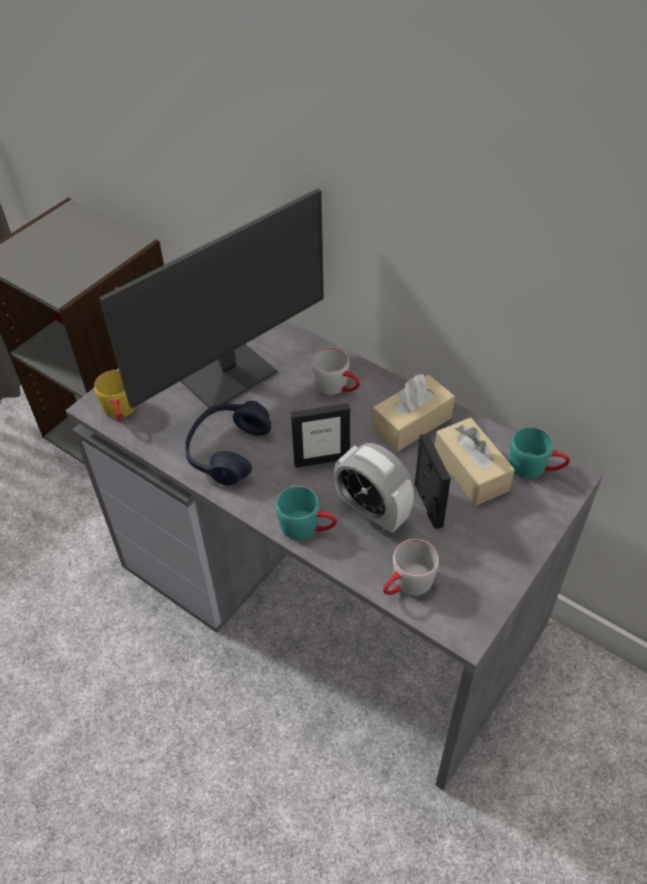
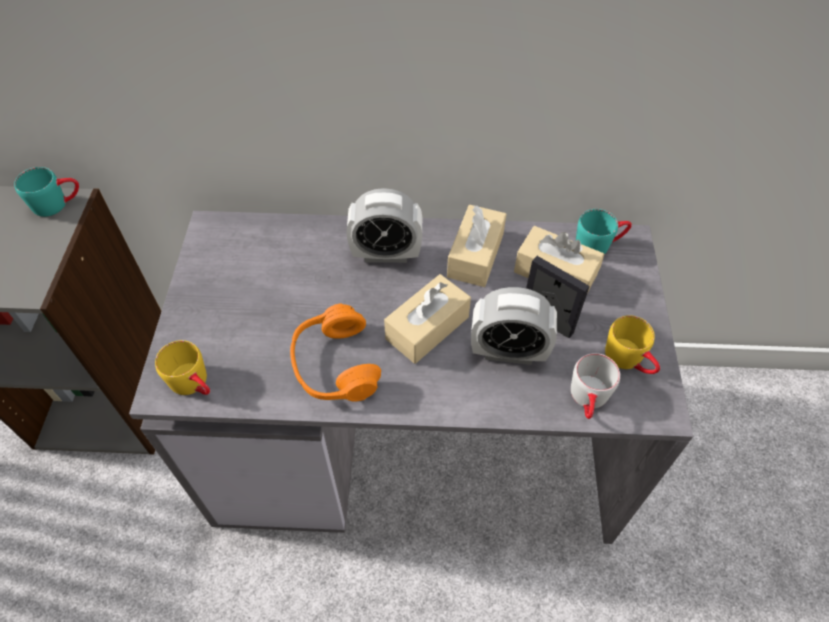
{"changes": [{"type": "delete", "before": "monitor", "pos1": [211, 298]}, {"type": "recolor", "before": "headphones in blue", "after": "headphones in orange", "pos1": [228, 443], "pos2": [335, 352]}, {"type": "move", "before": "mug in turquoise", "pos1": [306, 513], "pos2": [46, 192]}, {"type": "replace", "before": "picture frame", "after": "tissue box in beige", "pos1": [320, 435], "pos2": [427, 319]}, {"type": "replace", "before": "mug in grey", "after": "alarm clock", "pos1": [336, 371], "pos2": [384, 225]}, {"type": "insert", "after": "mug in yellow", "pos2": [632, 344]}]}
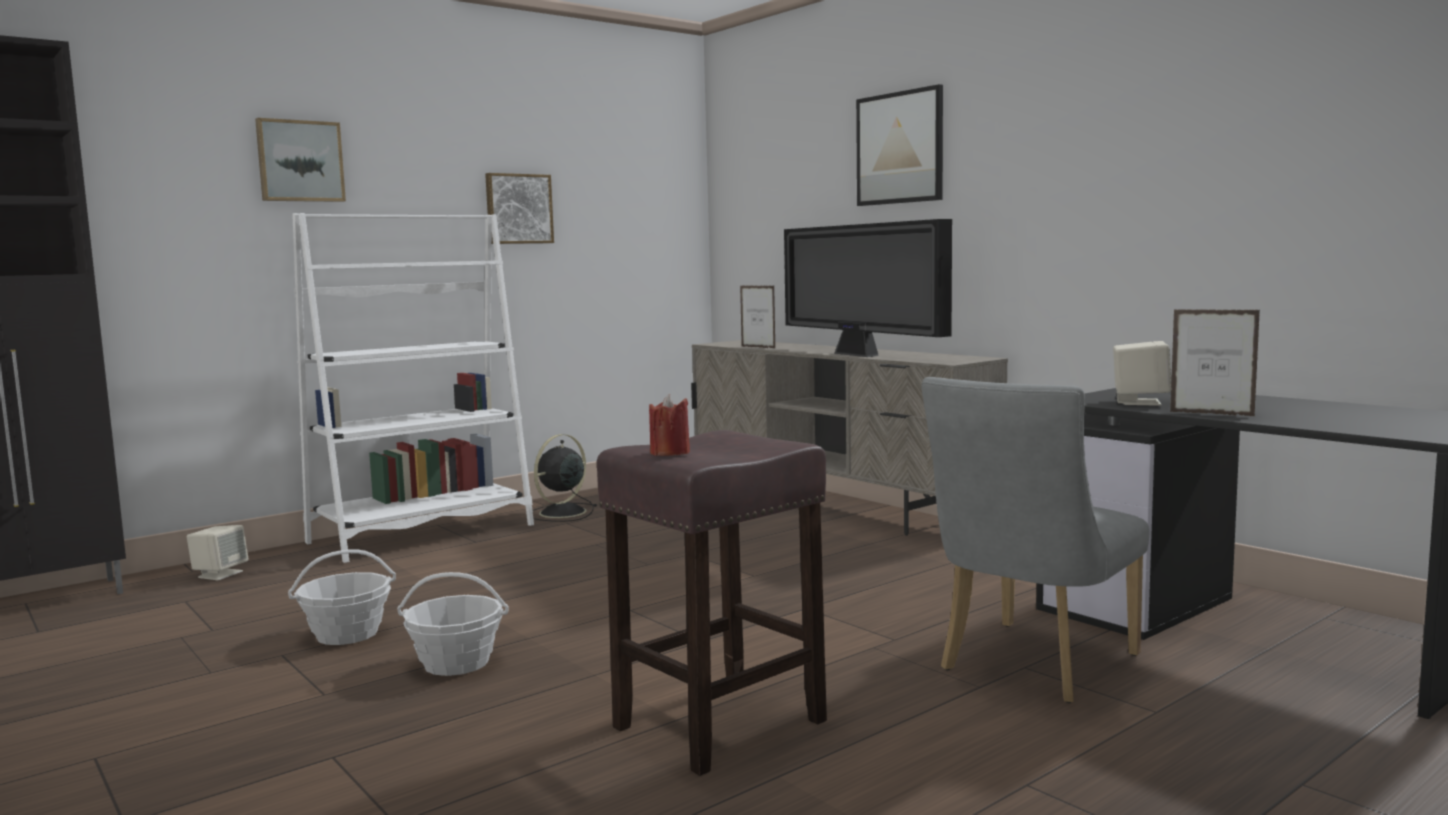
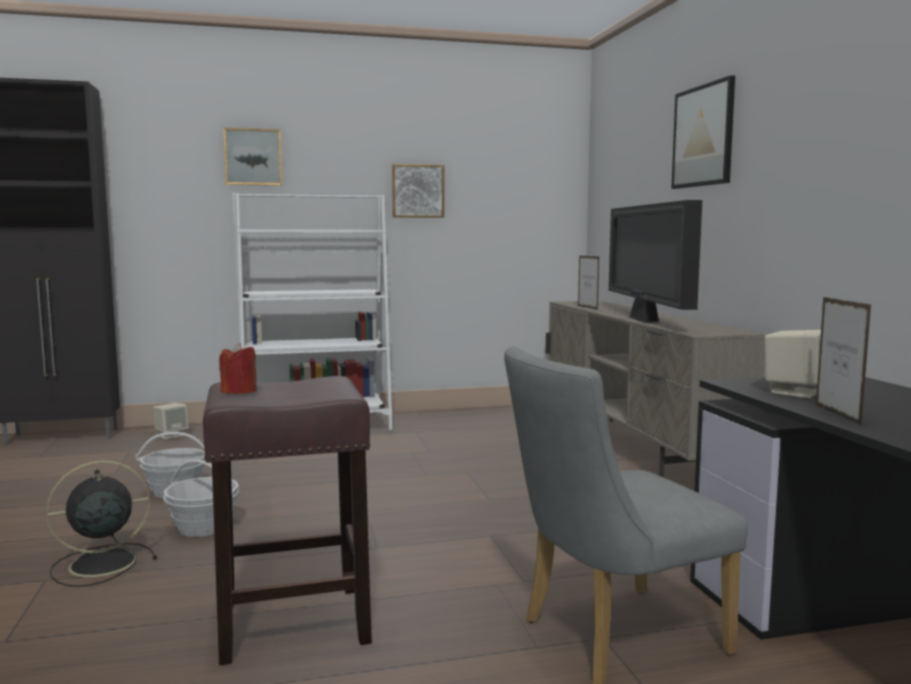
{"changes": [{"type": "move", "before": "fan in black", "pos1": [562, 478], "pos2": [101, 524]}, {"type": "rotate", "before": "picture frame", "pos1": [1215, 362], "pos2": [843, 361], "turn": -150}]}
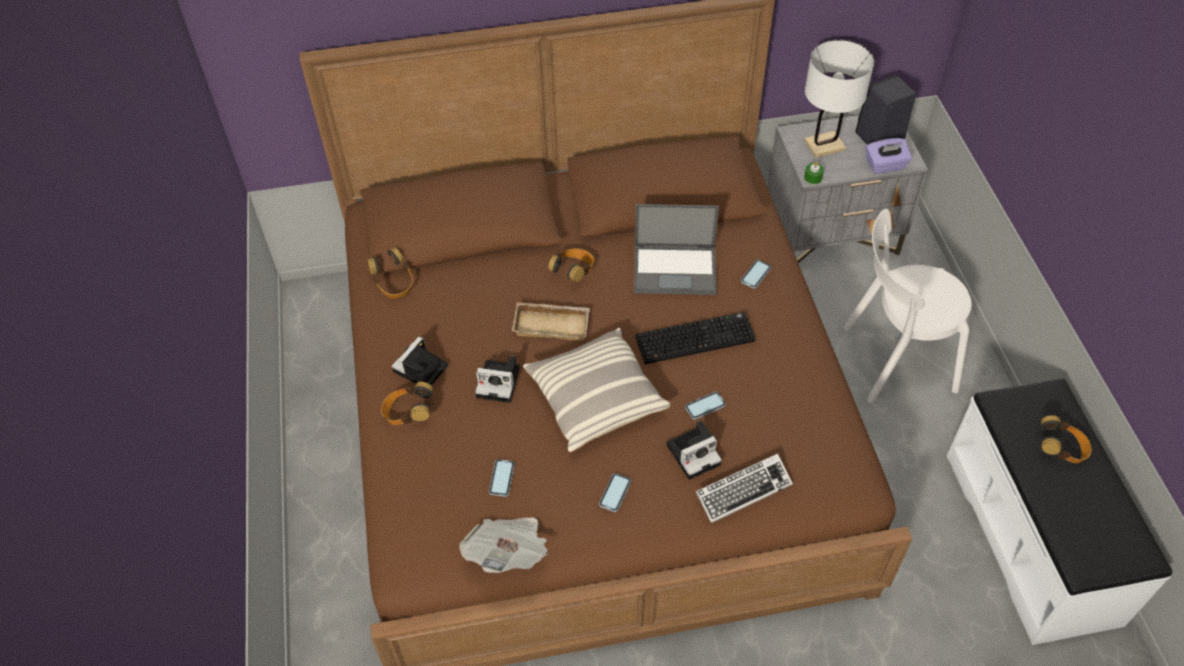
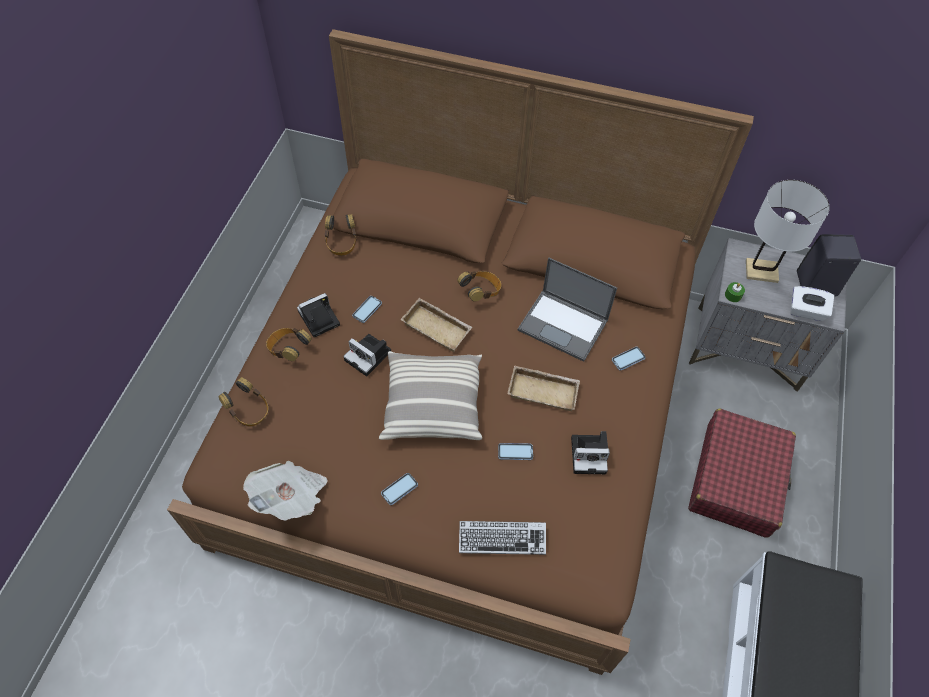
{"changes": [{"type": "move", "before": "phone", "pos1": [502, 477], "pos2": [367, 309]}, {"type": "replace", "before": "keyboard", "after": "tray in beige", "pos1": [696, 338], "pos2": [544, 388]}, {"type": "move", "before": "photo camera", "pos1": [694, 450], "pos2": [590, 452]}, {"type": "replace", "before": "chair in white", "after": "suitcase in red", "pos1": [907, 306], "pos2": [742, 473]}, {"type": "recolor", "before": "tissue box in purple", "after": "tissue box in white", "pos1": [889, 156], "pos2": [812, 303]}, {"type": "move", "before": "headphones", "pos1": [1066, 439], "pos2": [243, 401]}]}
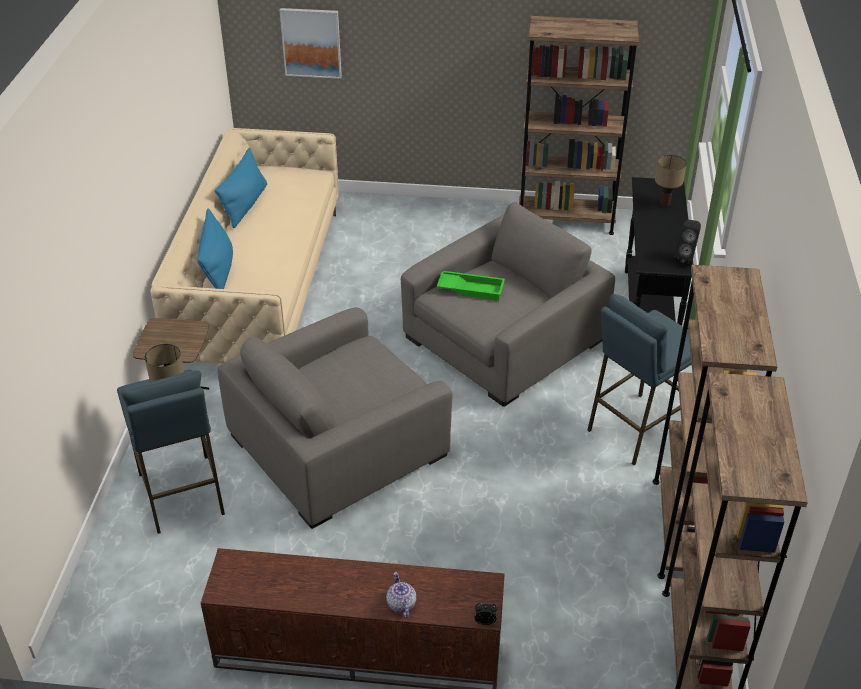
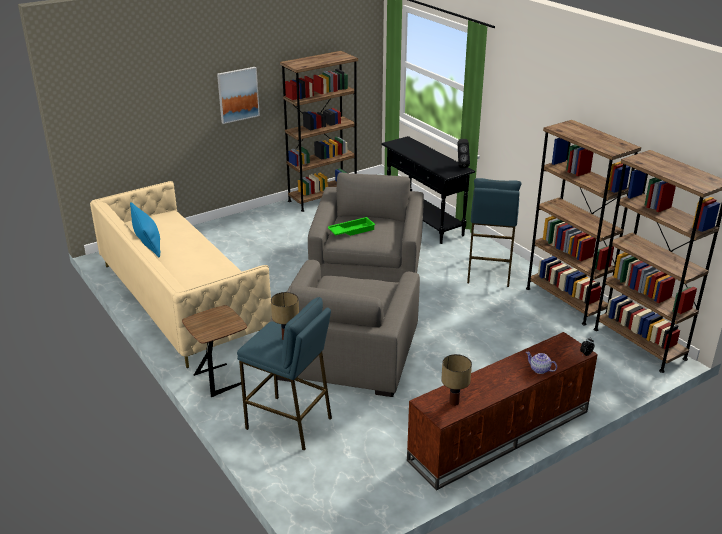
{"changes": [{"type": "delete", "before": "pillow in blue", "pos1": [215, 248]}, {"type": "move", "before": "picture", "pos1": [310, 43], "pos2": [238, 95]}, {"type": "move", "before": "table lamp", "pos1": [671, 181], "pos2": [456, 380]}]}
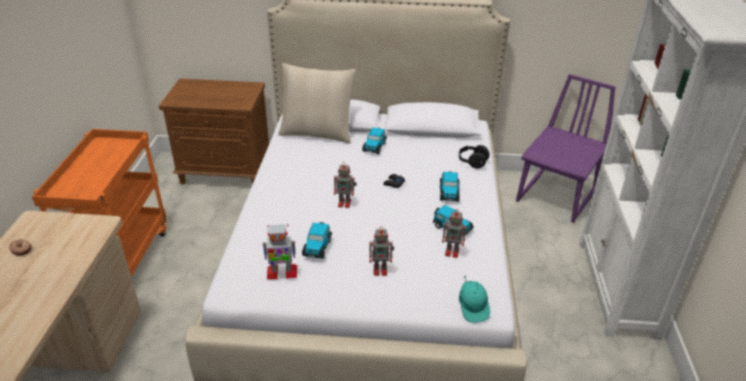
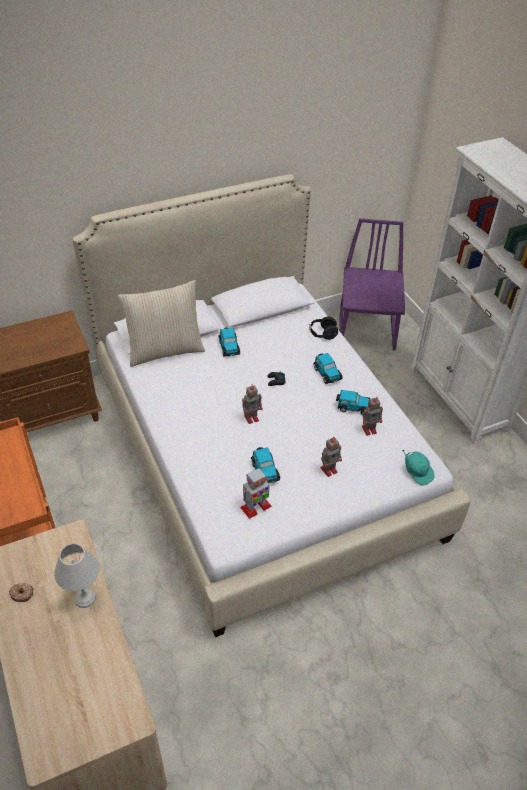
{"changes": [{"type": "insert", "after": "table lamp in white", "pos2": [77, 576]}]}
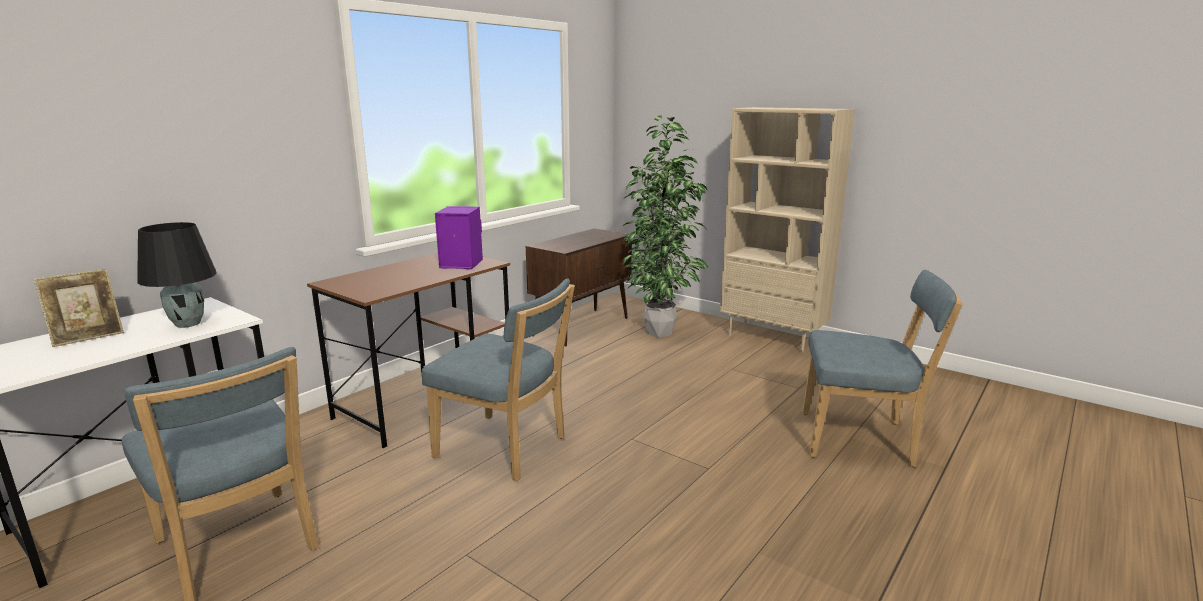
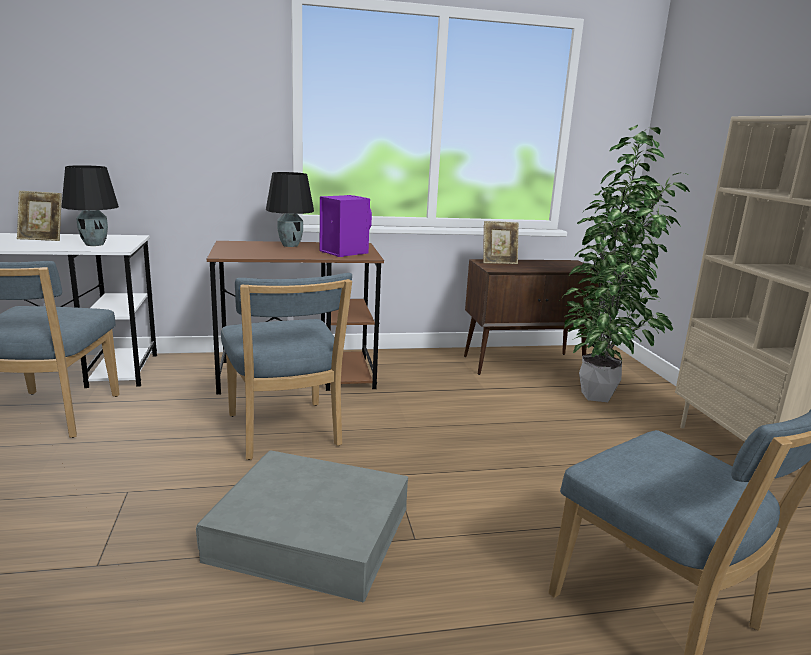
{"changes": [{"type": "insert", "after": "storage box in grey", "pos2": [302, 526]}, {"type": "insert", "after": "table lamp in black", "pos2": [290, 209]}, {"type": "insert", "after": "picture frame", "pos2": [501, 242]}]}
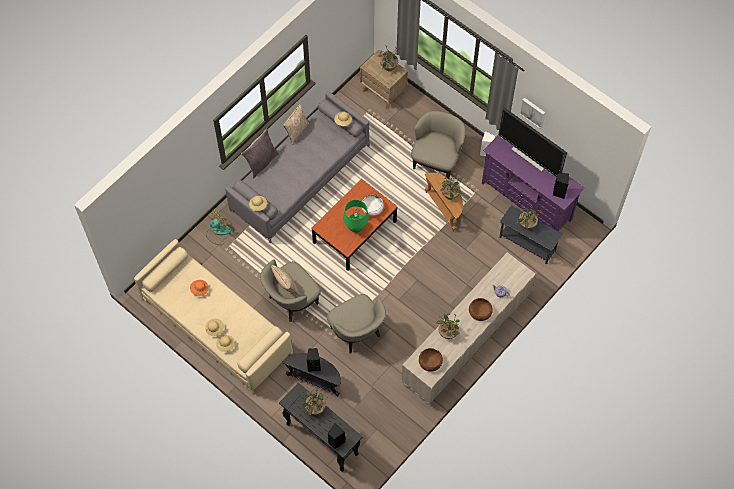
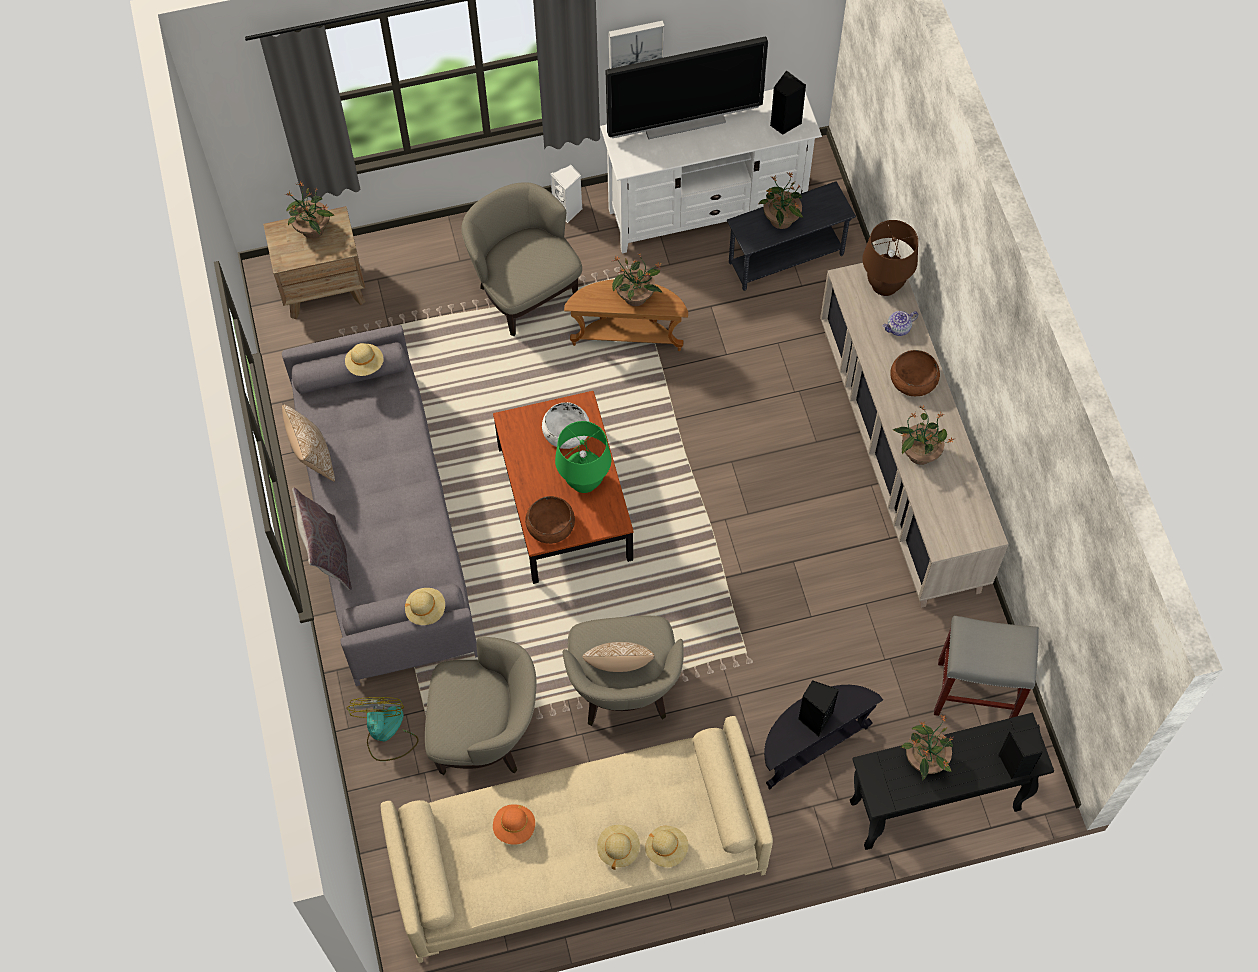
{"changes": [{"type": "move", "before": "armchair in beige", "pos1": [356, 323], "pos2": [480, 706]}, {"type": "move", "before": "bowl in brown", "pos1": [431, 360], "pos2": [550, 520]}, {"type": "recolor", "before": "tv stand in purple", "after": "tv stand in white", "pos1": [533, 183], "pos2": [711, 171]}, {"type": "insert", "after": "table lamp in brown", "pos2": [890, 258]}, {"type": "insert", "after": "stool in grey", "pos2": [986, 666]}]}
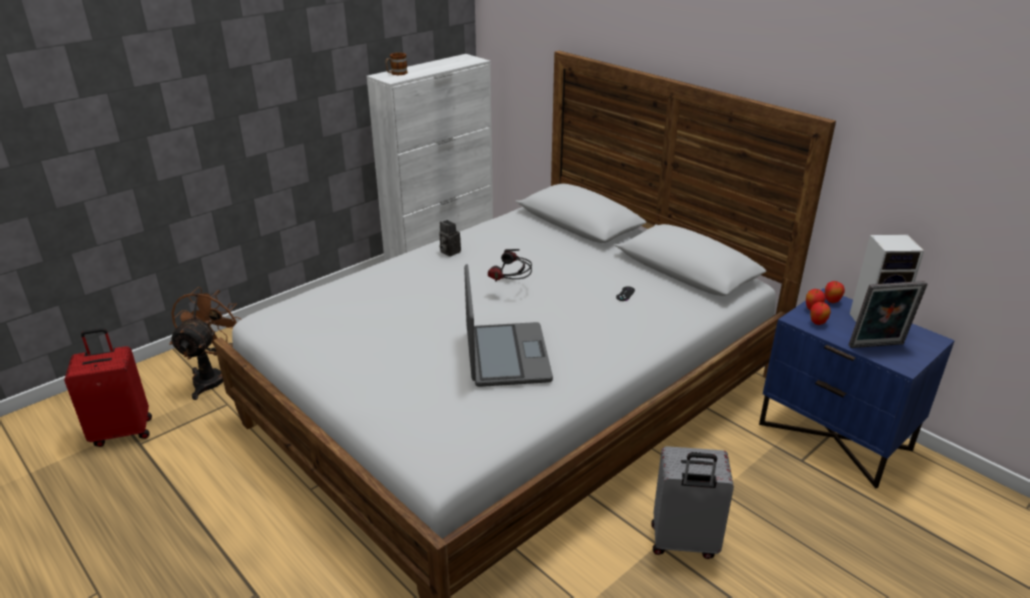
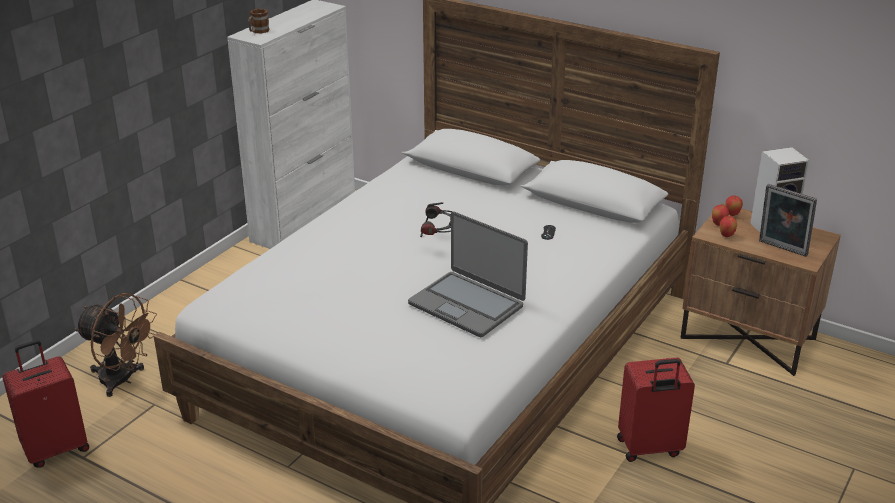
{"changes": [{"type": "rotate", "before": "fan in brown", "pos1": [205, 343], "pos2": [116, 345], "turn": 120}, {"type": "delete", "before": "photo camera", "pos1": [450, 238]}, {"type": "rotate", "before": "laptop", "pos1": [508, 325], "pos2": [468, 274], "turn": 150}, {"type": "recolor", "before": "suitcase in grey", "after": "suitcase in red", "pos1": [692, 502], "pos2": [656, 410]}, {"type": "recolor", "before": "nightstand in blue", "after": "nightstand in brown", "pos1": [857, 388], "pos2": [761, 289]}, {"type": "rotate", "before": "picture frame", "pos1": [888, 314], "pos2": [788, 220], "turn": 60}]}
